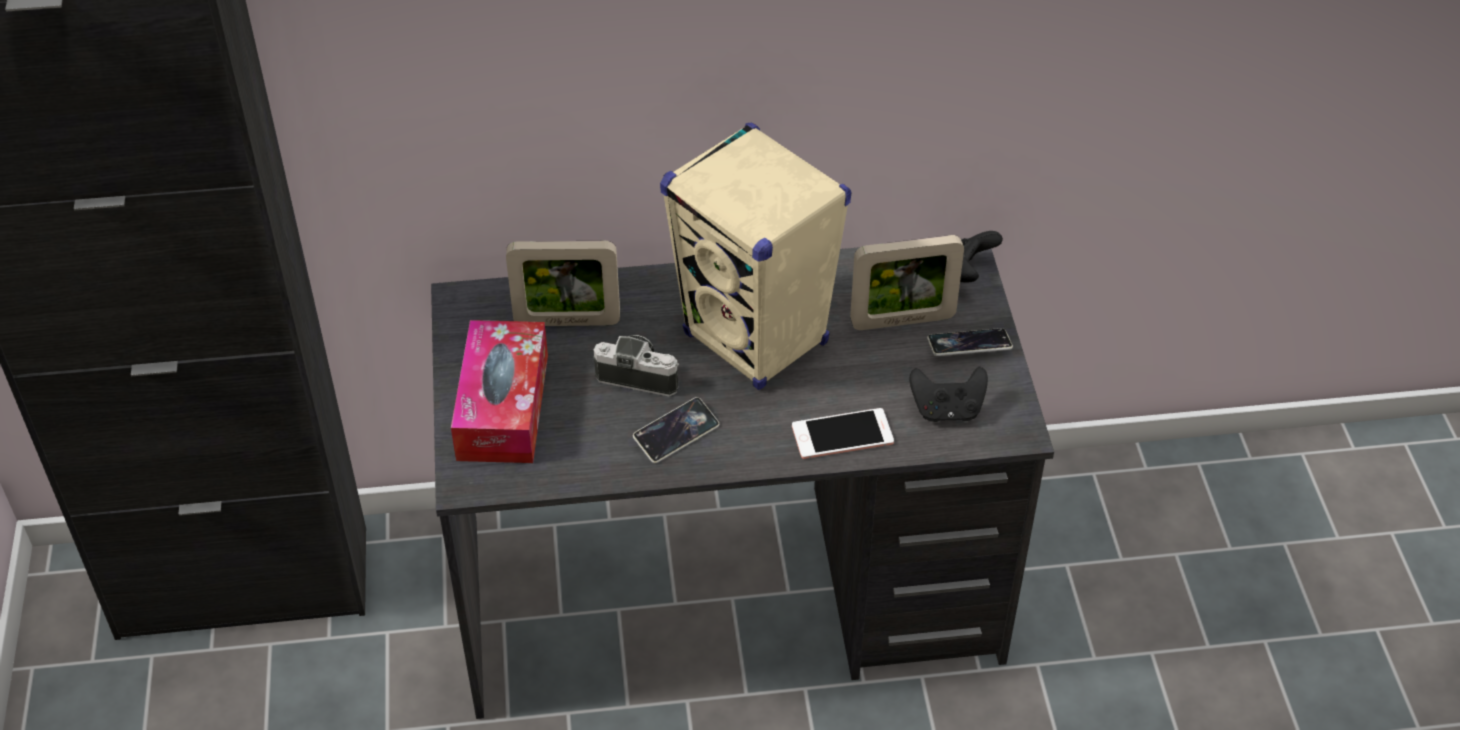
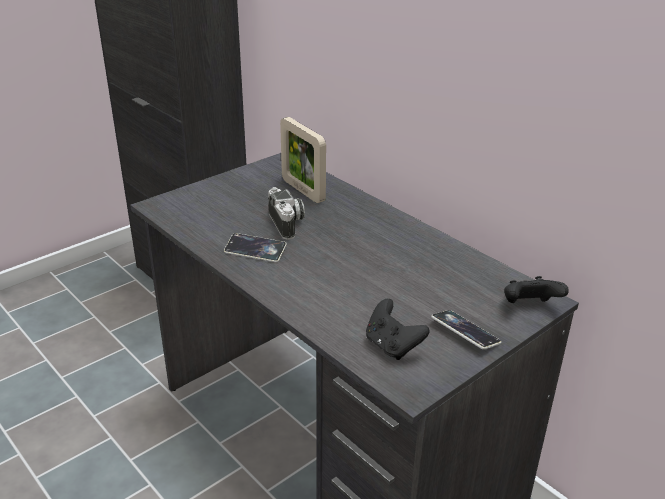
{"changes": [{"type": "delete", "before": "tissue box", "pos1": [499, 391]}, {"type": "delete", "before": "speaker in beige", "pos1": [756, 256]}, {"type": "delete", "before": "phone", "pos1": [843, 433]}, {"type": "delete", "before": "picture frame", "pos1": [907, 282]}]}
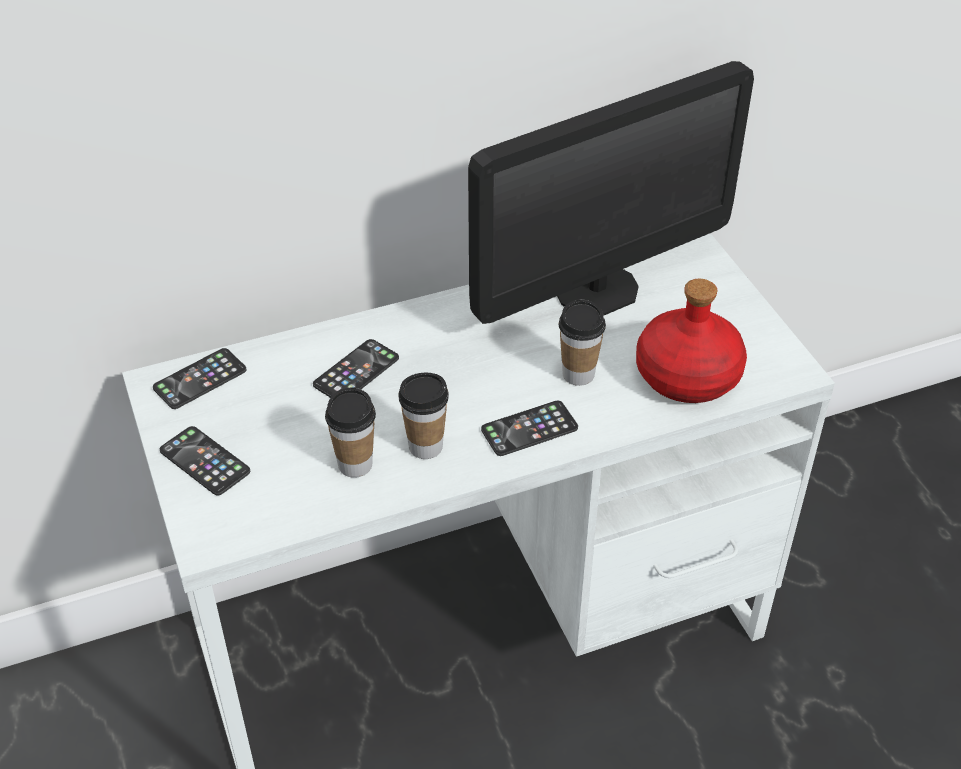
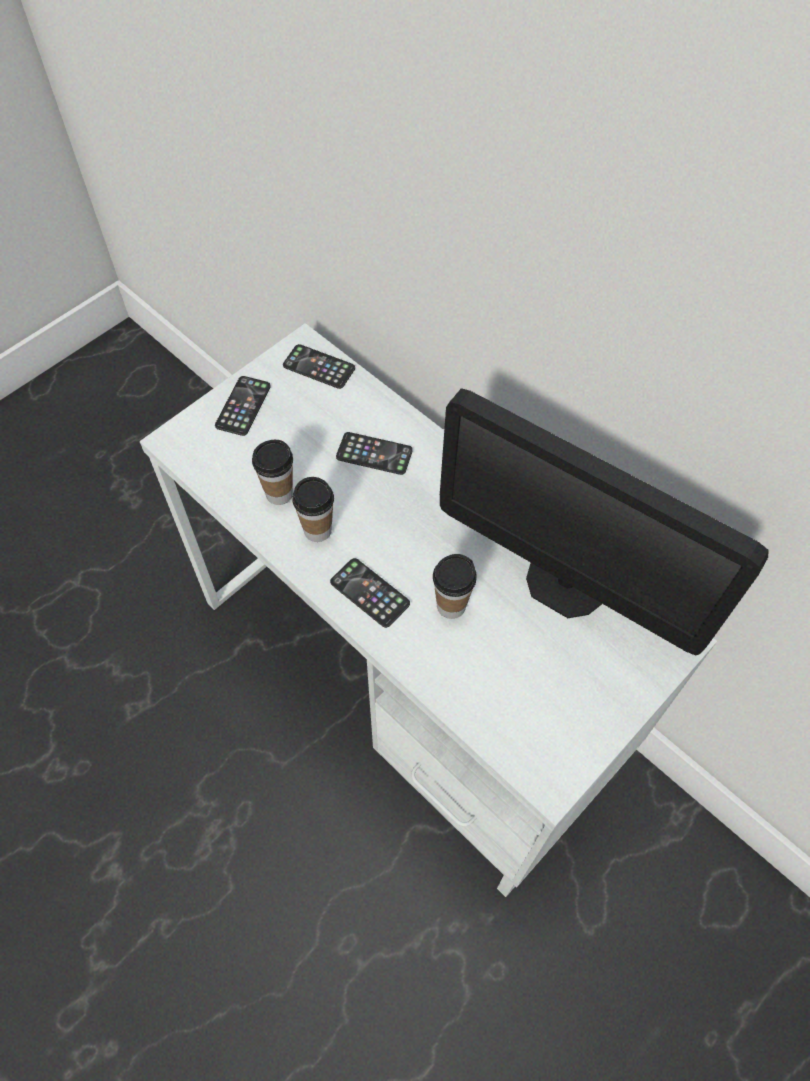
{"changes": [{"type": "delete", "before": "bottle in red", "pos1": [691, 341]}]}
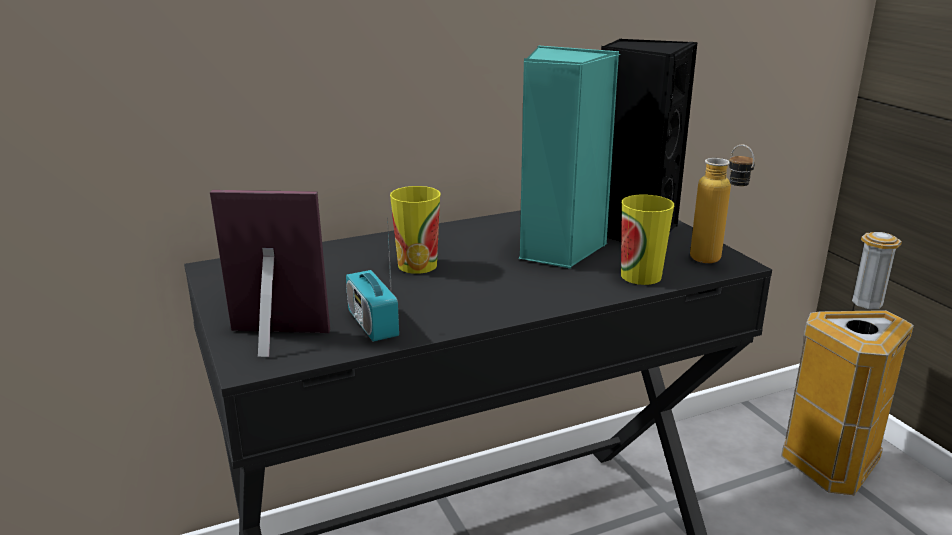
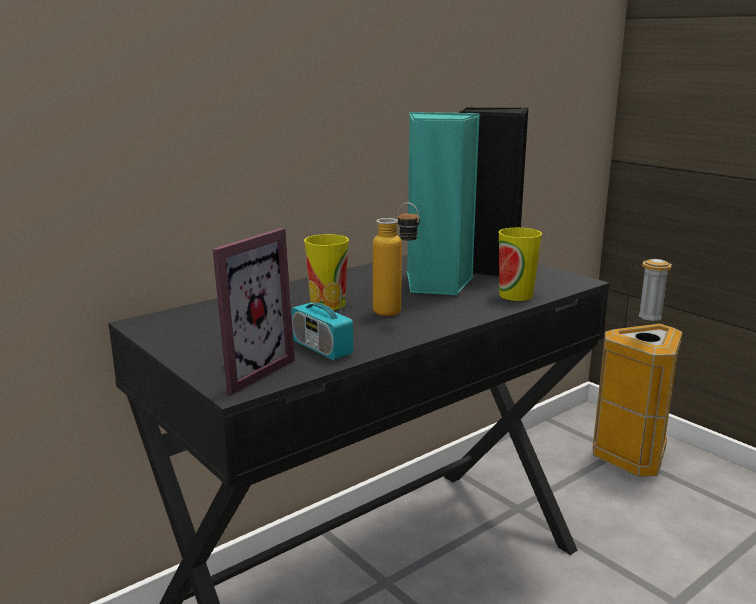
{"changes": [{"type": "rotate", "before": "picture frame", "pos1": [270, 273], "pos2": [254, 311], "turn": 135}, {"type": "move", "before": "bottle", "pos1": [722, 203], "pos2": [396, 259]}]}
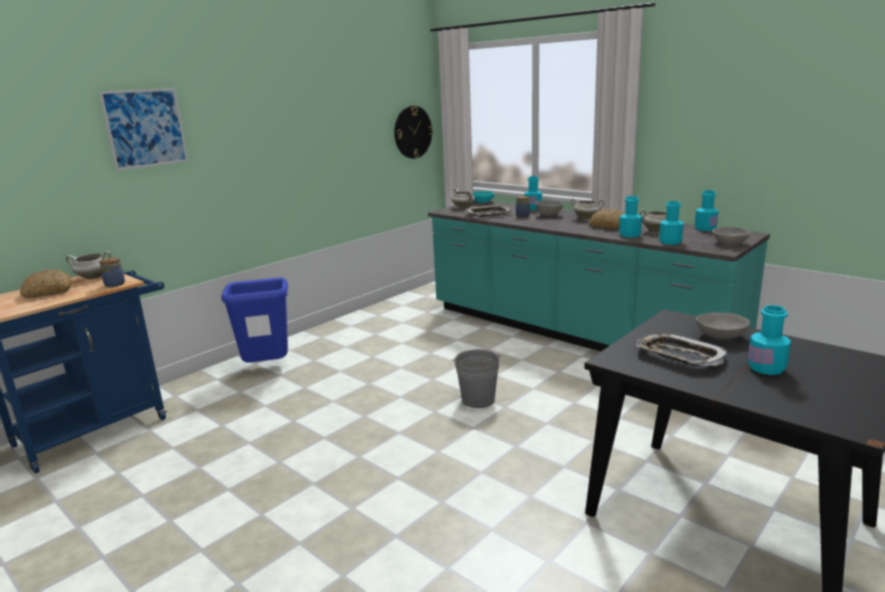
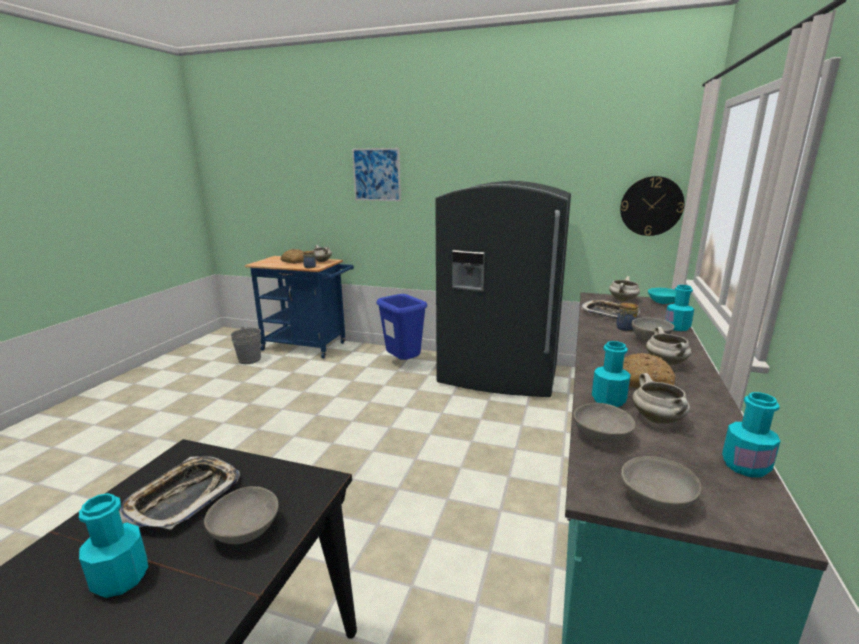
{"changes": [{"type": "move", "before": "bucket in grey", "pos1": [476, 378], "pos2": [246, 345]}, {"type": "replace", "before": "bottle in turquoise", "after": "bowl in grey", "pos1": [671, 223], "pos2": [604, 423]}, {"type": "insert", "after": "fridge in grey", "pos2": [503, 289]}]}
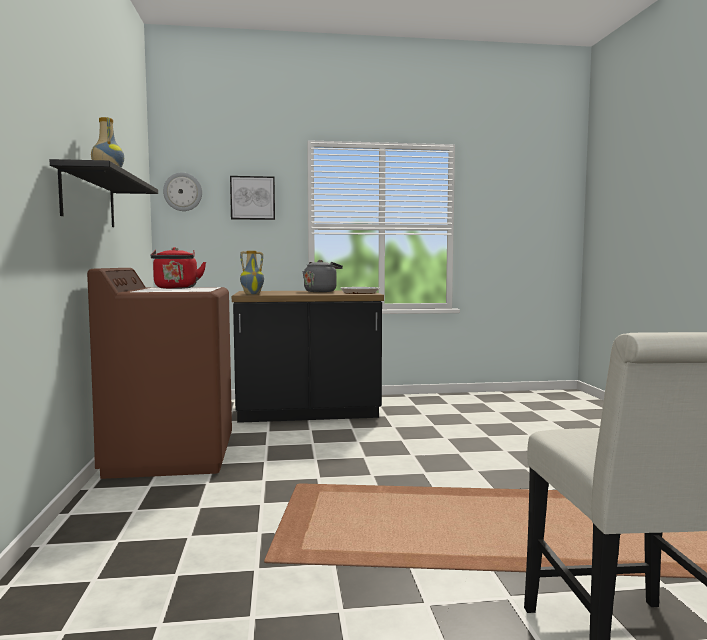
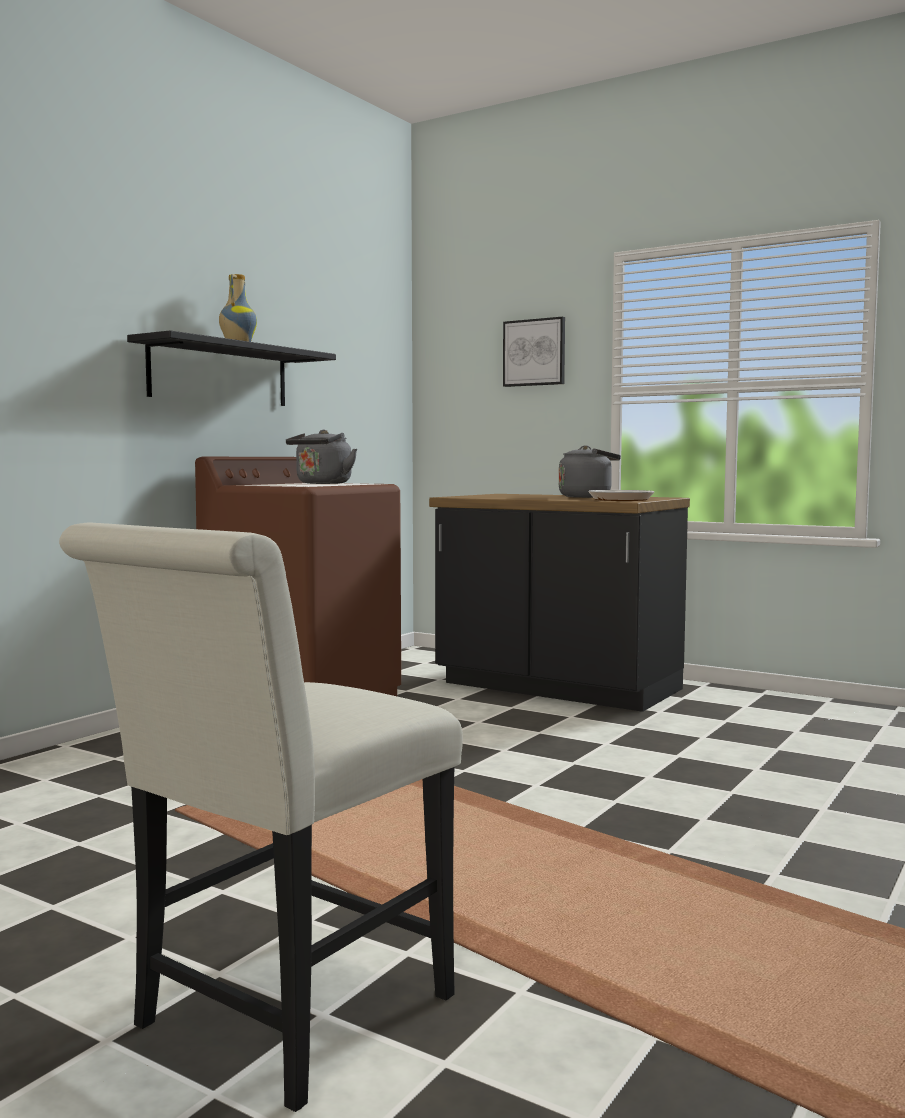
{"changes": [{"type": "recolor", "before": "kettle in red", "after": "kettle in grey", "pos1": [178, 268], "pos2": [321, 457]}, {"type": "delete", "before": "wall clock", "pos1": [182, 191]}, {"type": "delete", "before": "vase", "pos1": [252, 273]}]}
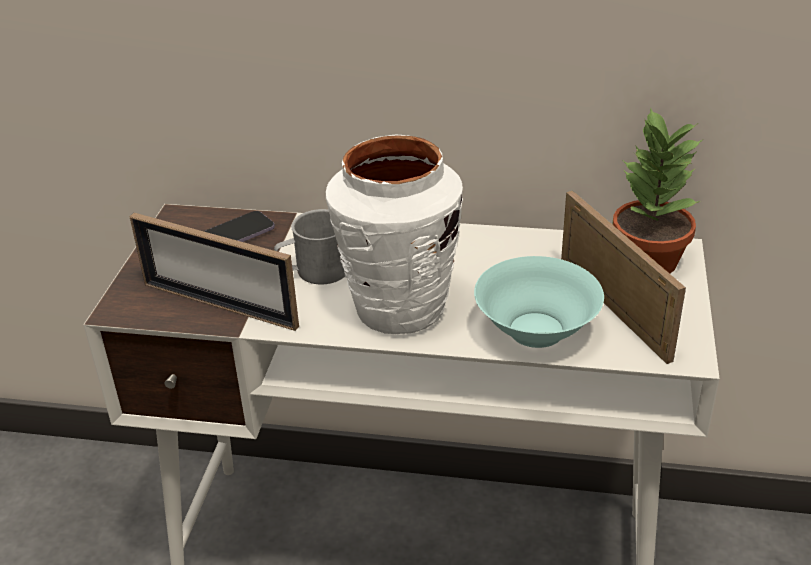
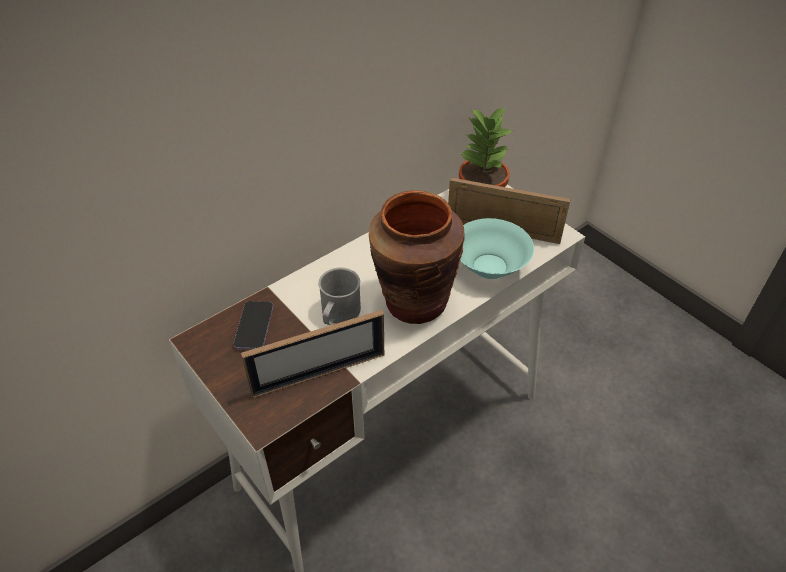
{"changes": [{"type": "recolor", "before": "vase in white", "after": "vase in brown", "pos1": [394, 234], "pos2": [416, 257]}]}
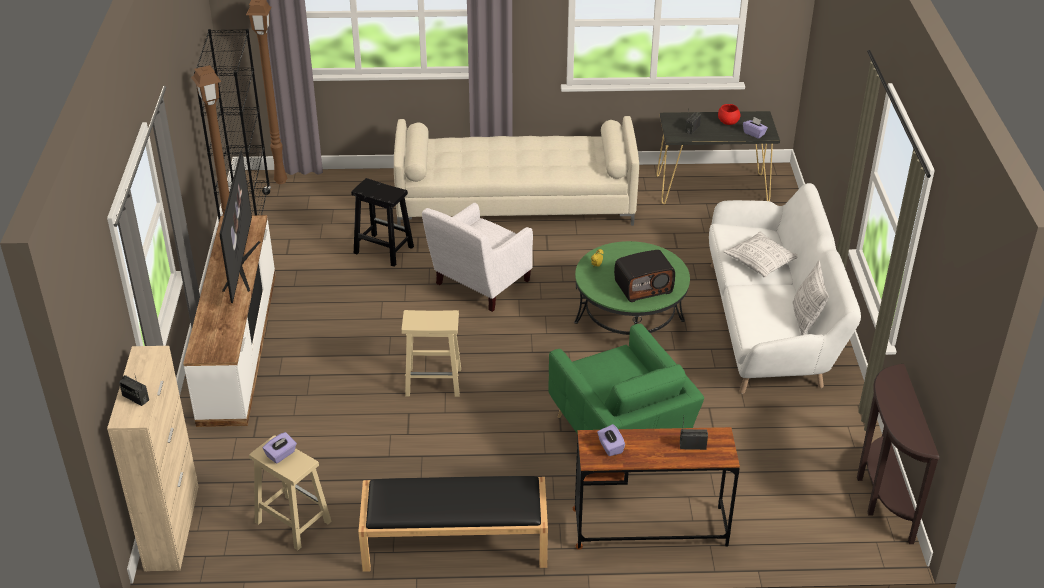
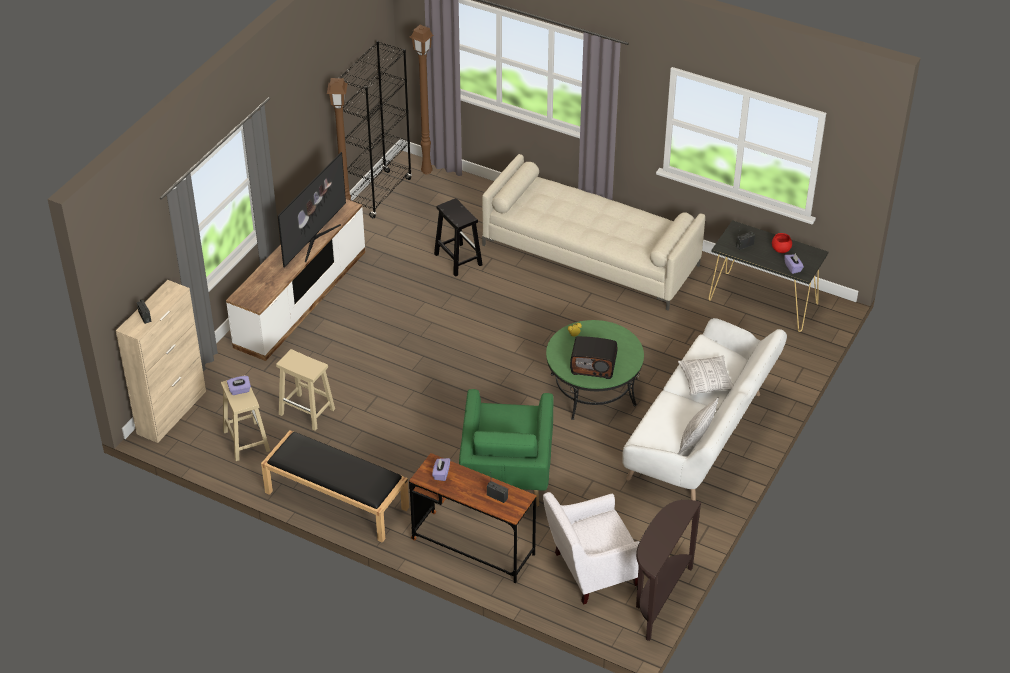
{"changes": [{"type": "move", "before": "stool in beige", "pos1": [431, 353], "pos2": [305, 390]}, {"type": "move", "before": "armchair in white", "pos1": [477, 257], "pos2": [591, 548]}]}
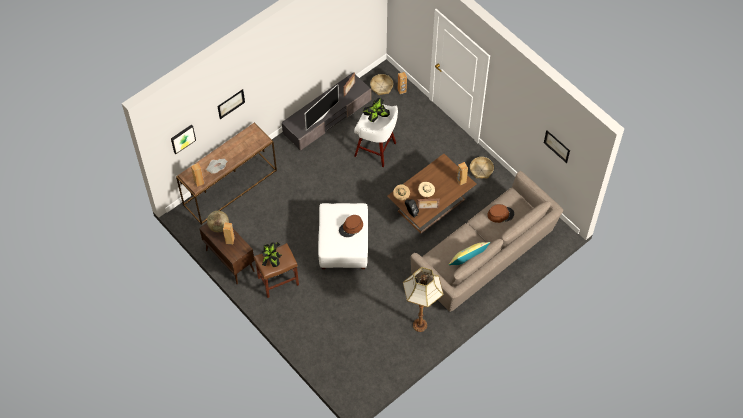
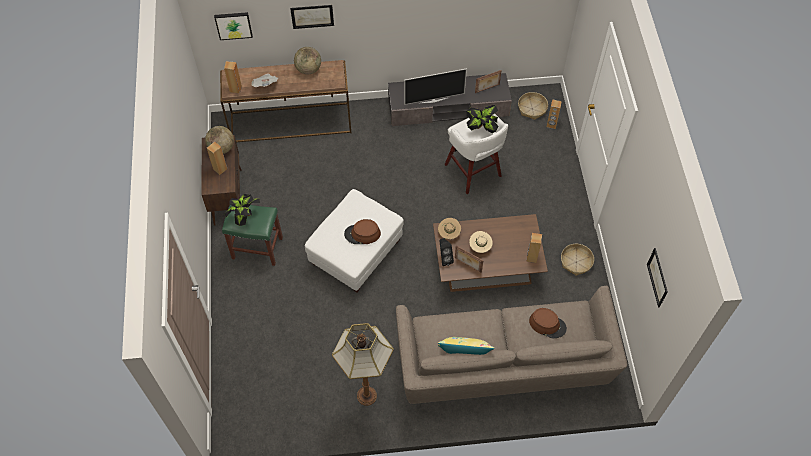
{"changes": [{"type": "recolor", "before": "stool in brown", "after": "stool in green", "pos1": [276, 270], "pos2": [252, 235]}, {"type": "insert", "after": "globe", "pos2": [307, 61]}]}
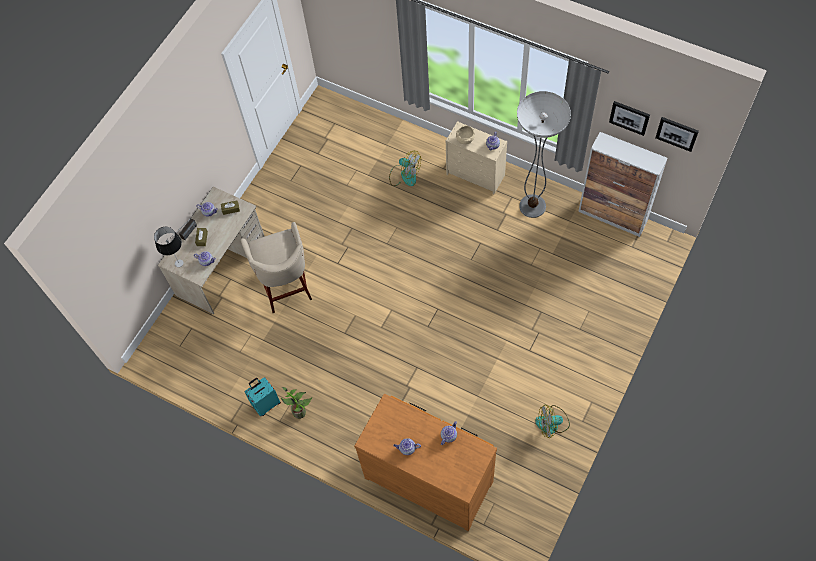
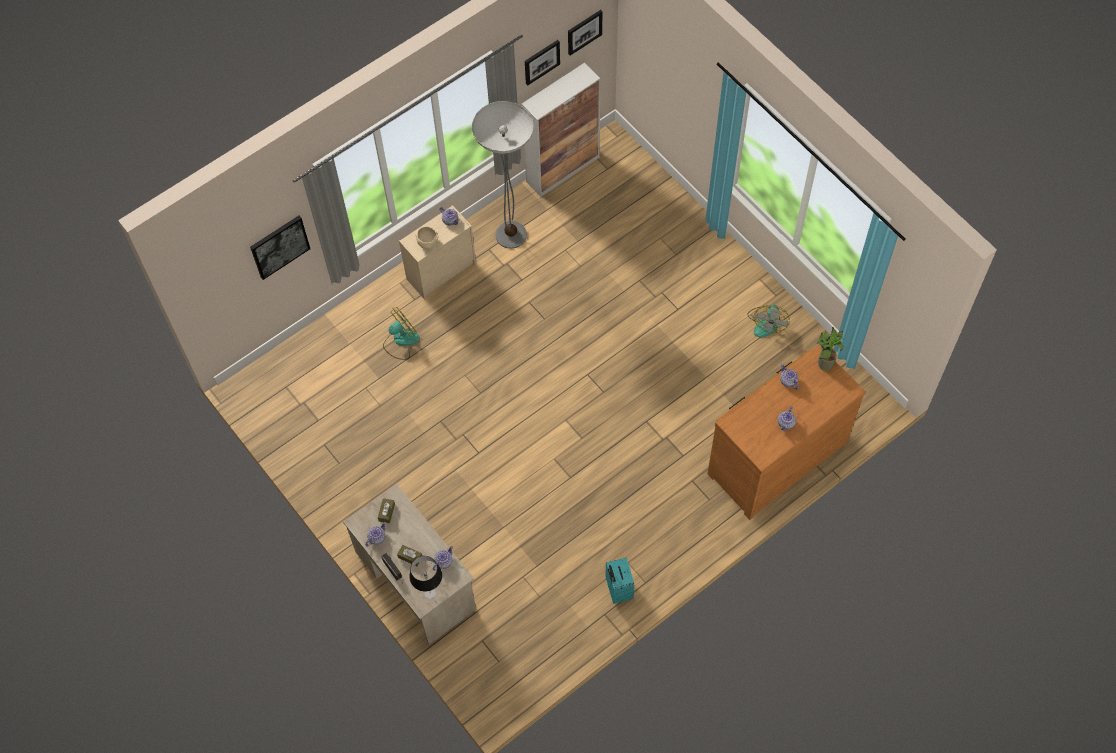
{"changes": [{"type": "delete", "before": "stool in beige", "pos1": [276, 267]}, {"type": "move", "before": "potted plant", "pos1": [296, 403], "pos2": [830, 349]}, {"type": "insert", "after": "picture", "pos2": [280, 248]}]}
